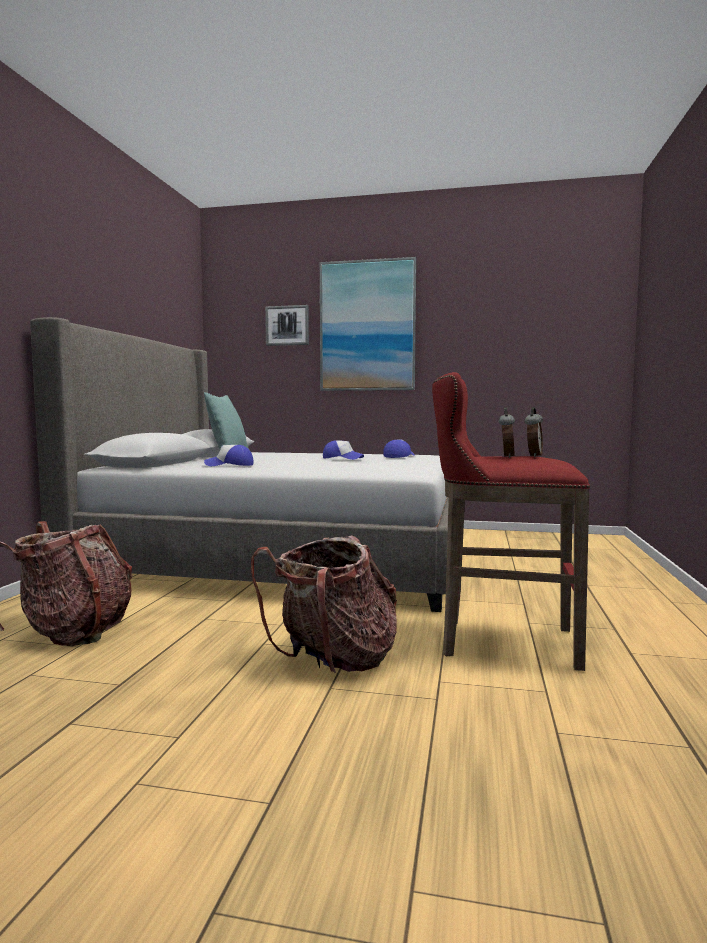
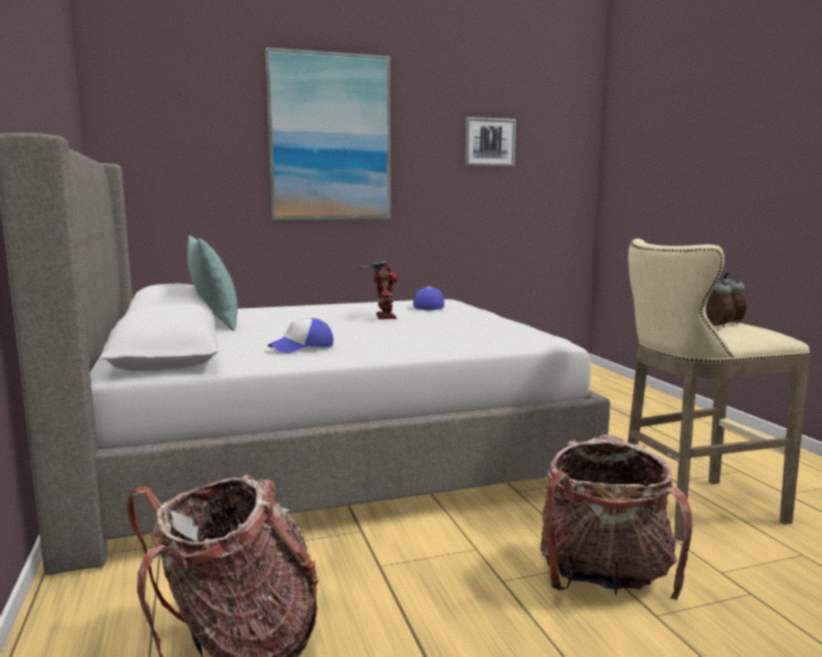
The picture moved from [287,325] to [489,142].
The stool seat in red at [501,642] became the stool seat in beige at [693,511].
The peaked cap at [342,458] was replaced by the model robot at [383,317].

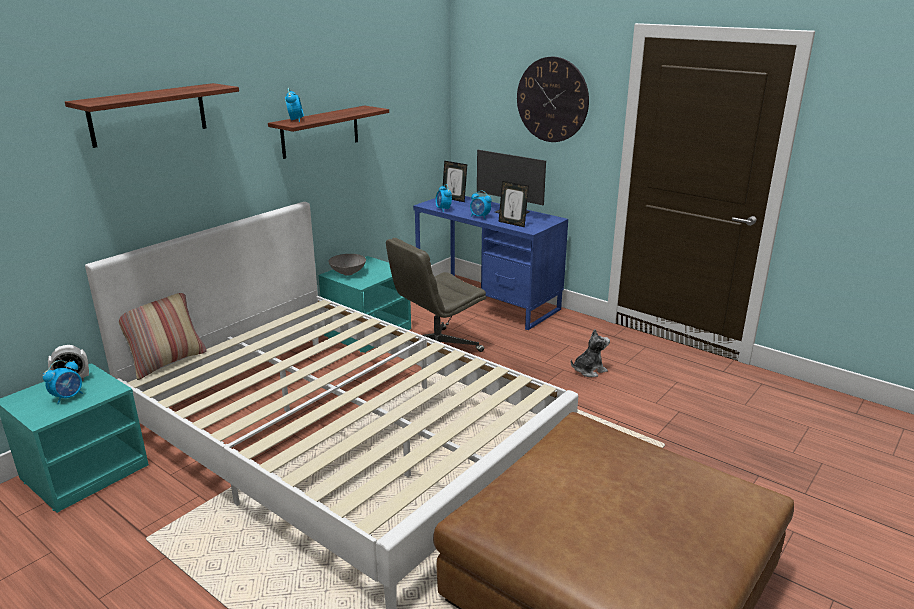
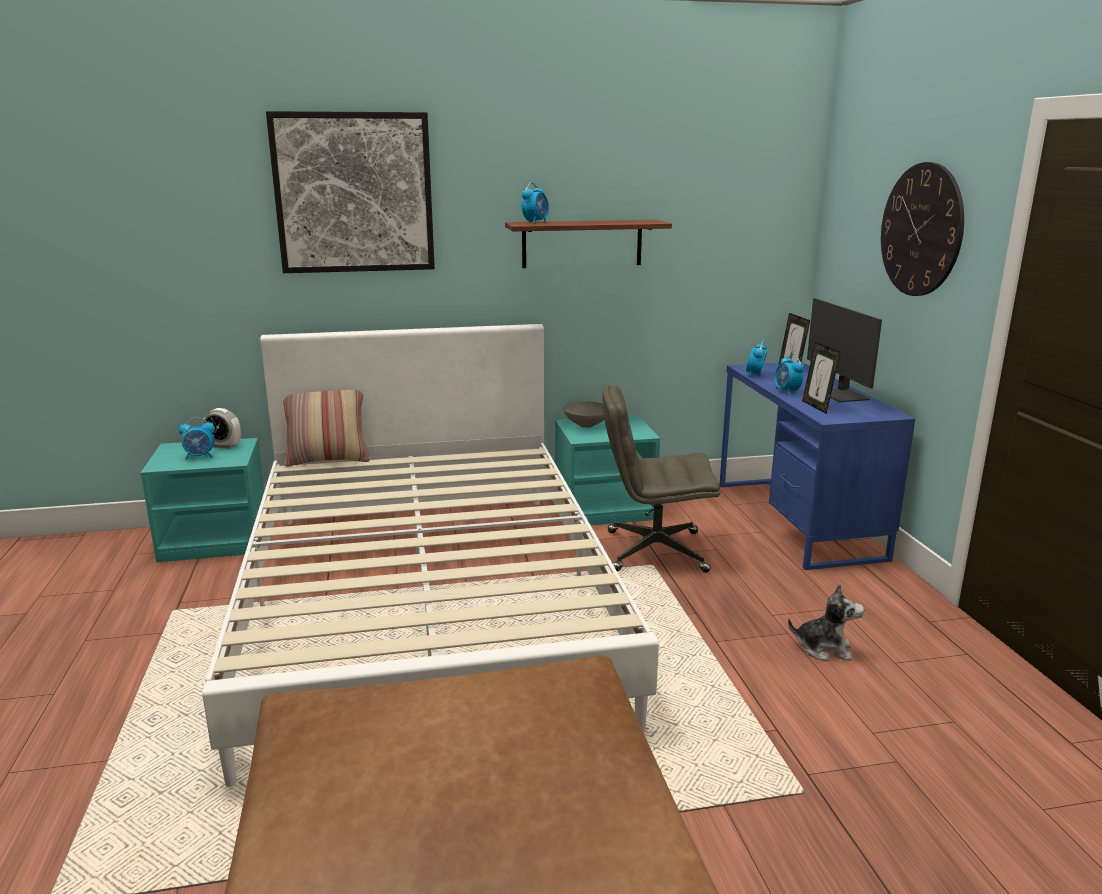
The bracket shelf at [148,114] was replaced by the picture at [354,193].

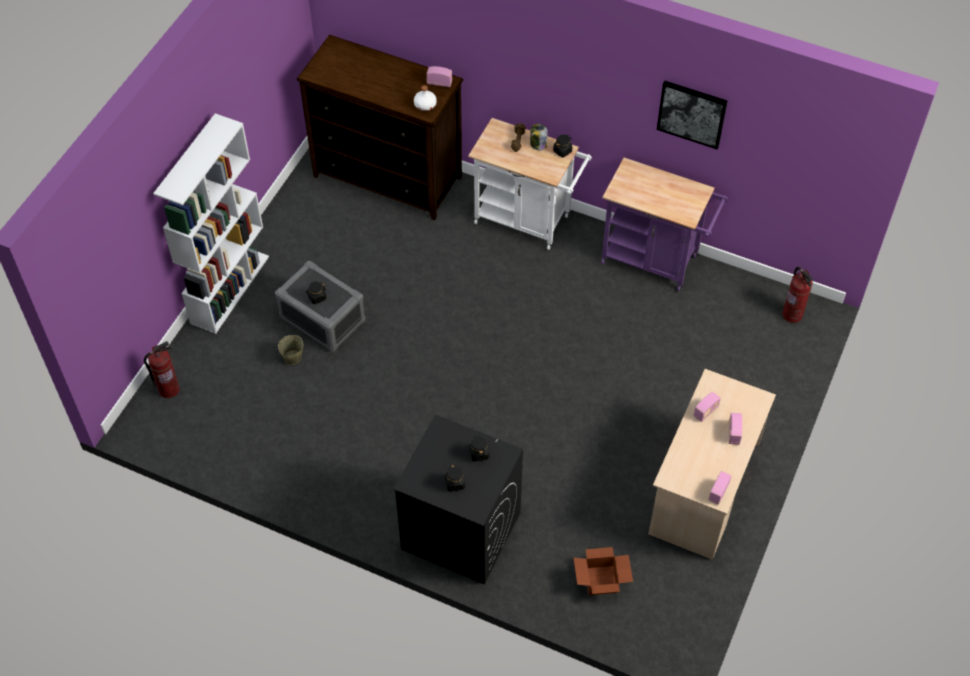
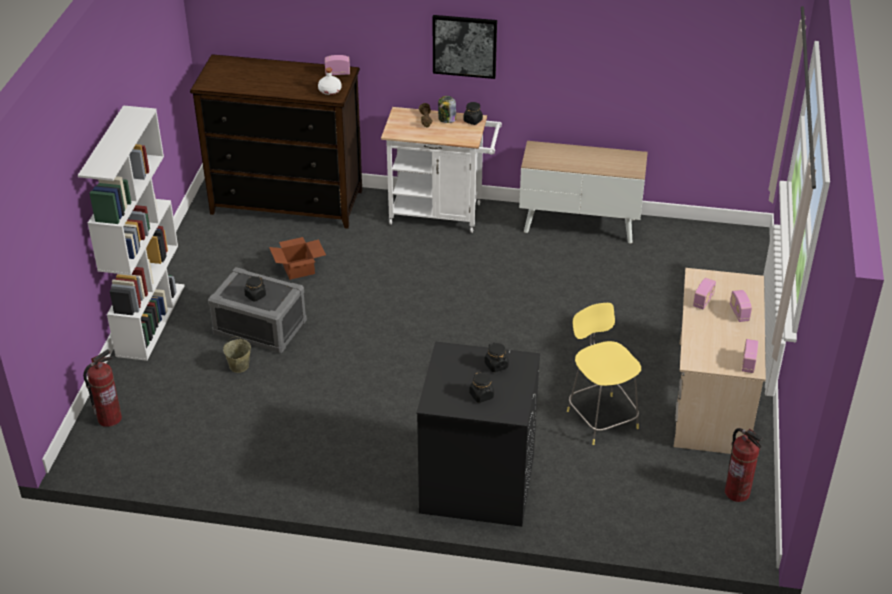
The picture moved from [692,113] to [464,46].
The trolley in purplish at [655,261] was replaced by the cabinet at [580,224].
The fire extinguisher moved from [792,315] to [737,493].
The cardboard box moved from [602,581] to [299,269].
The stool seat in yellowish at [601,418] appeared.

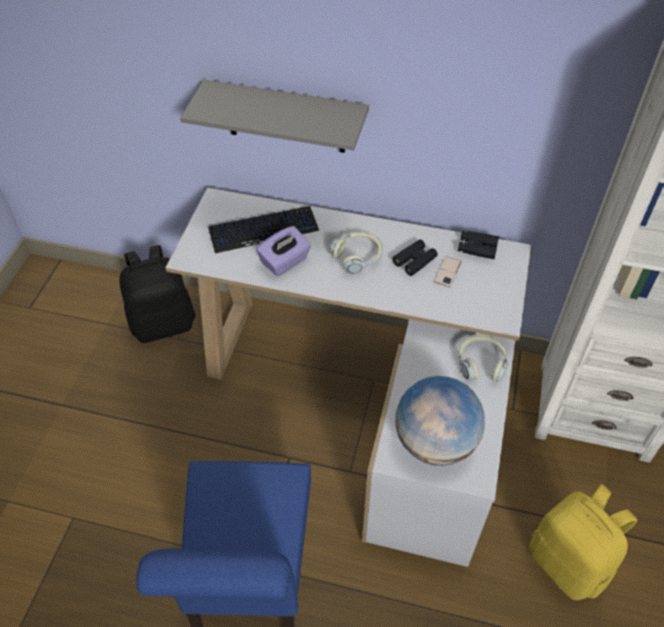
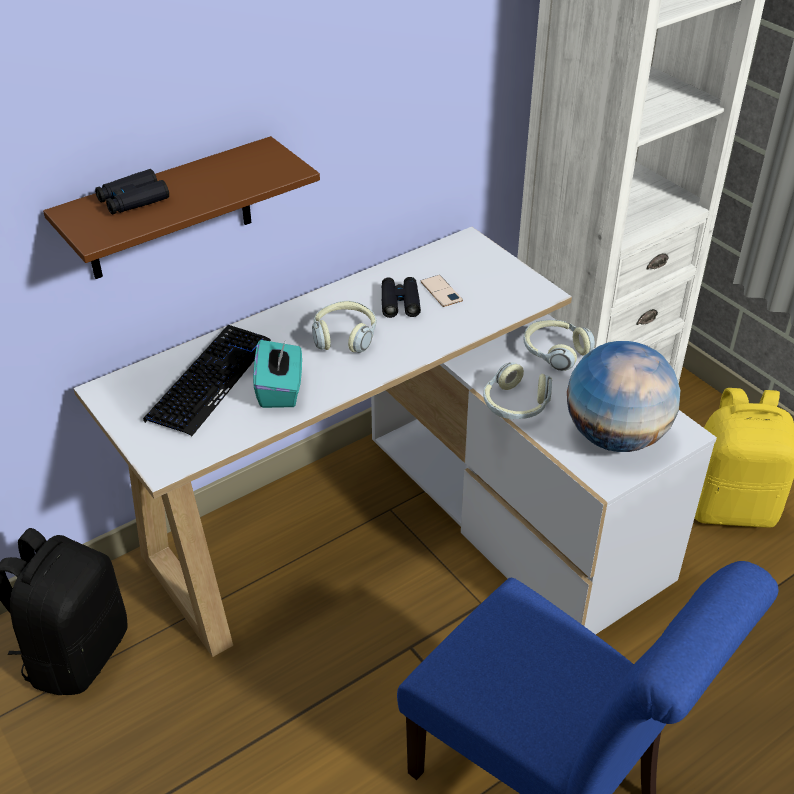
The bracket shelf in gray at [286,117] became the bracket shelf in brown-coloured at [169,210].
The tissue holder in purplish at [285,262] became the tissue holder in blue-green at [280,390].
The binoculars in blackish moved from [477,248] to [133,200].
The headphones at [515,405] appeared.

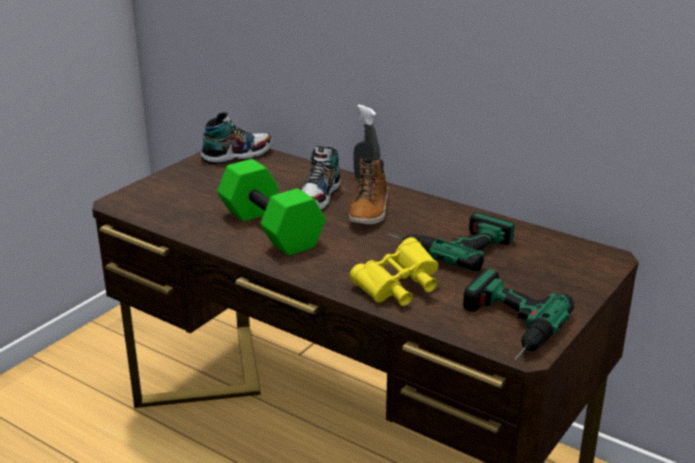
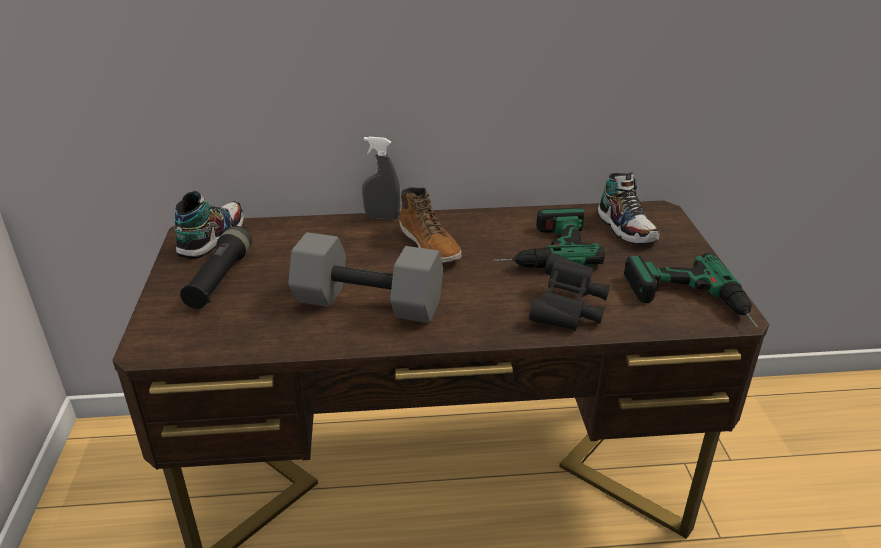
The shoe moved from [319,197] to [626,228].
The dumbbell in green at [273,228] became the dumbbell in gray at [370,302].
The binoculars in yellowish at [398,288] became the binoculars in blackish at [568,309].
The flashlight in blackish at [220,279] appeared.

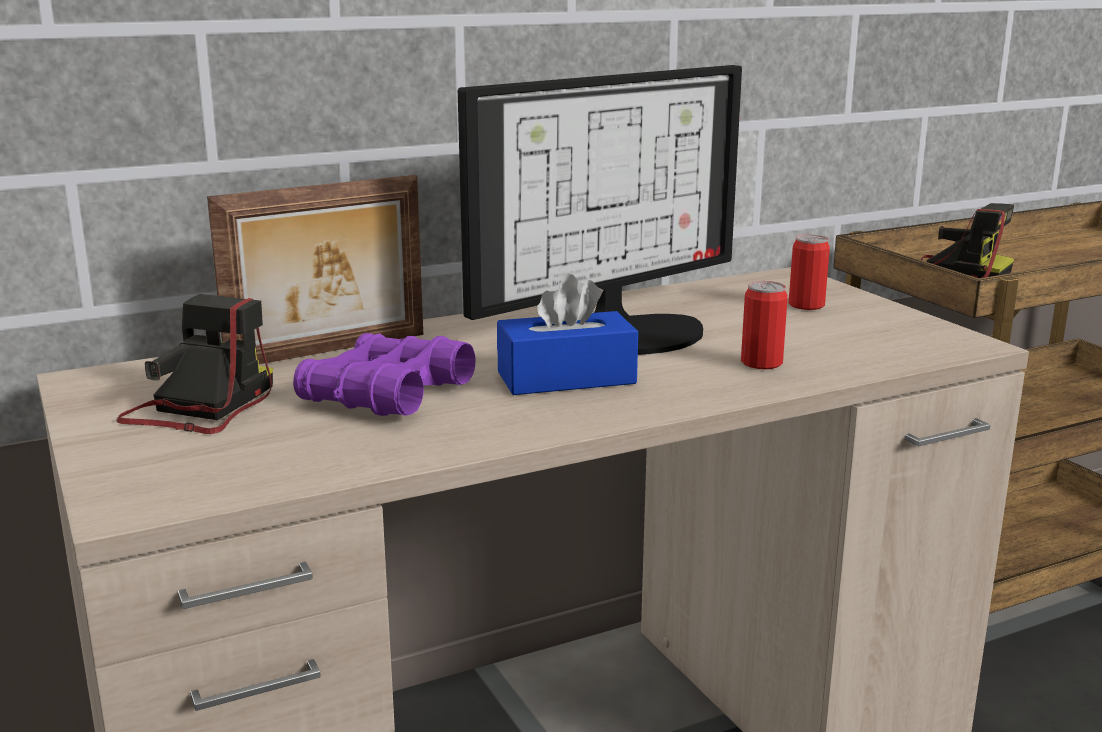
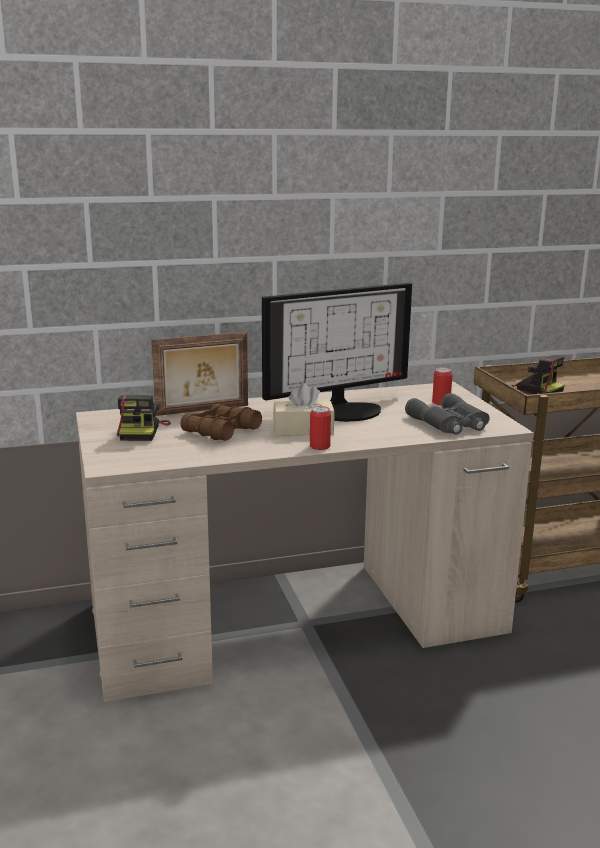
The tissue holder in bluish at [566,378] became the tissue holder in beige at [303,429].
The metal can moved from [761,363] to [319,446].
The photo camera at [202,407] turned 150 degrees clockwise.
The binoculars in purplish at [386,394] became the binoculars in brown-coloured at [221,431].
The binoculars in gray at [449,423] appeared.

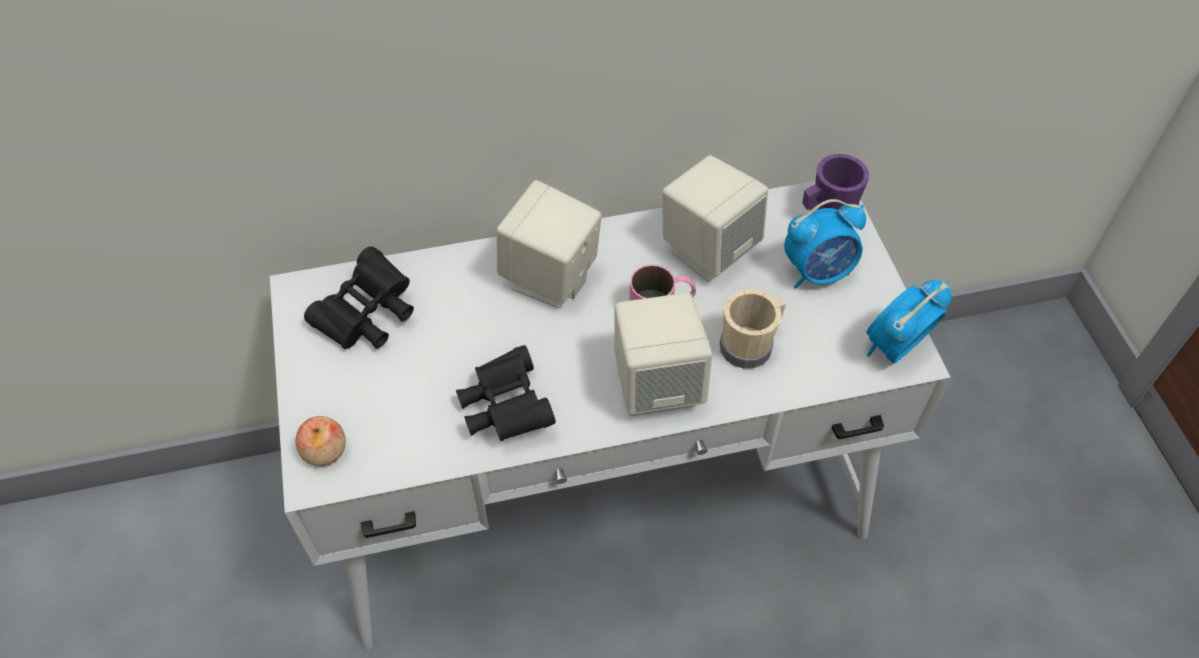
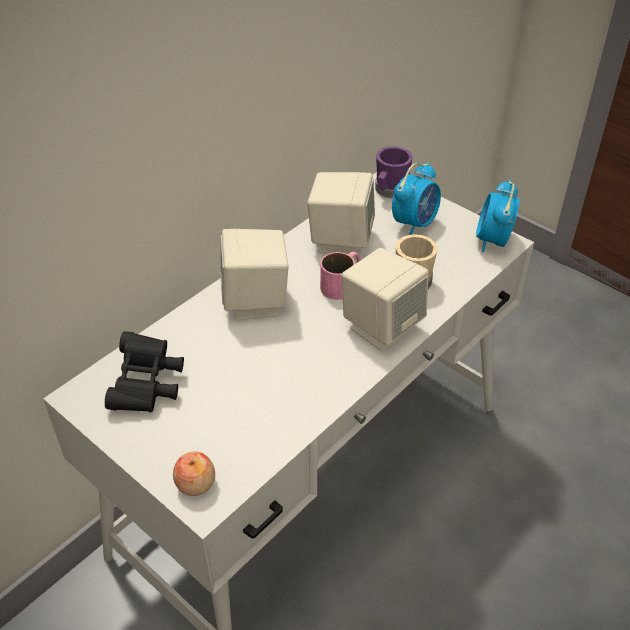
The binoculars in blackish at [505,407] disappeared.

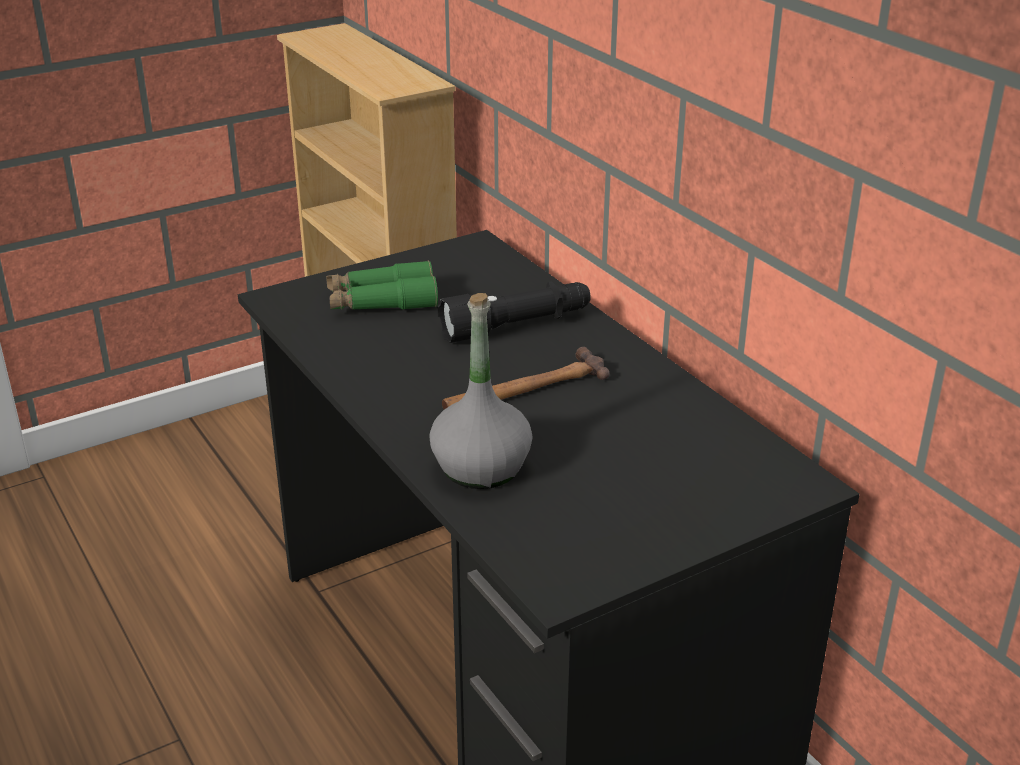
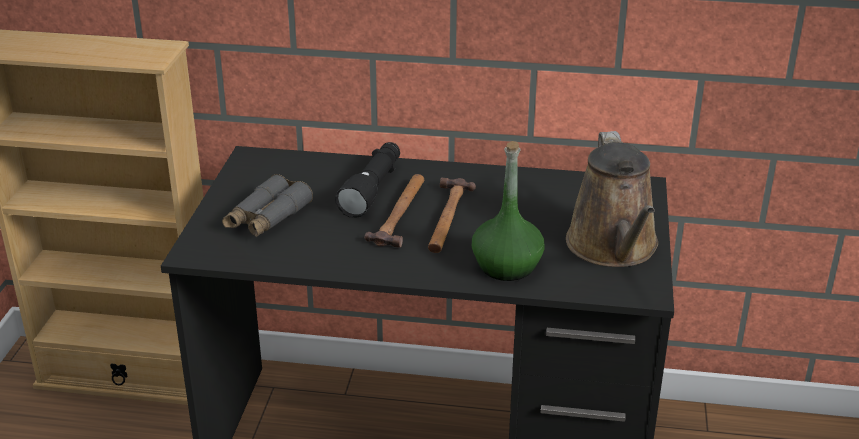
The binoculars in green at [382,301] became the binoculars in gray at [267,218].
The bottle in gray at [480,468] became the bottle in green at [507,266].
The sprinkling can in brown-coloured at [614,248] appeared.
The hammer at [401,213] appeared.

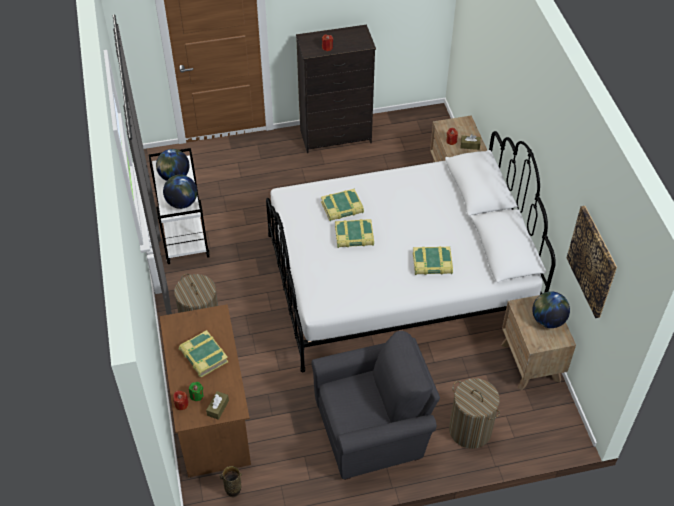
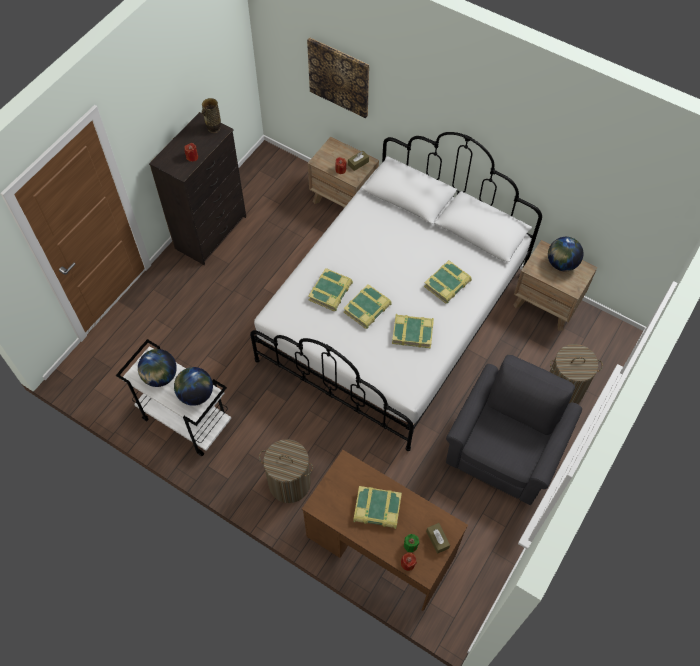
The picture moved from [592,261] to [339,77].
The flower vase moved from [233,491] to [214,128].
The book at [412,332] appeared.

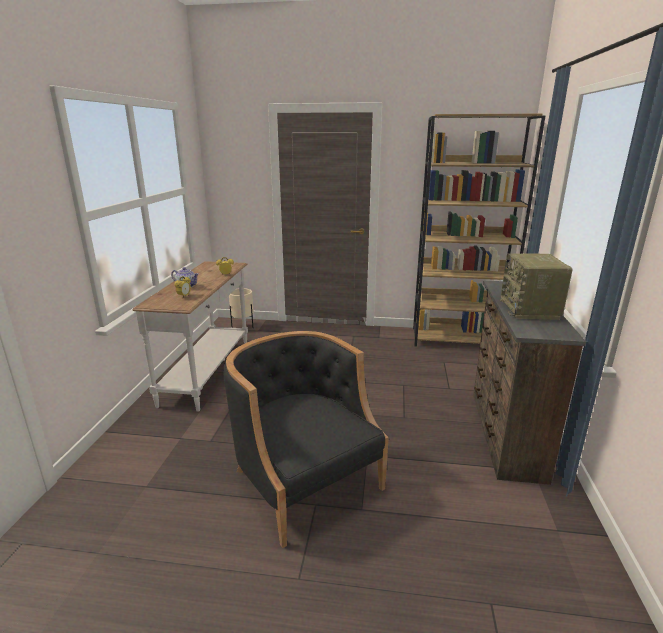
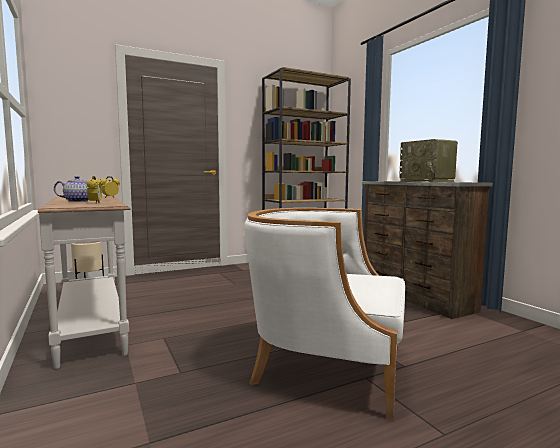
The lounge chair in blackish at [303,479] became the lounge chair in white at [326,366].

